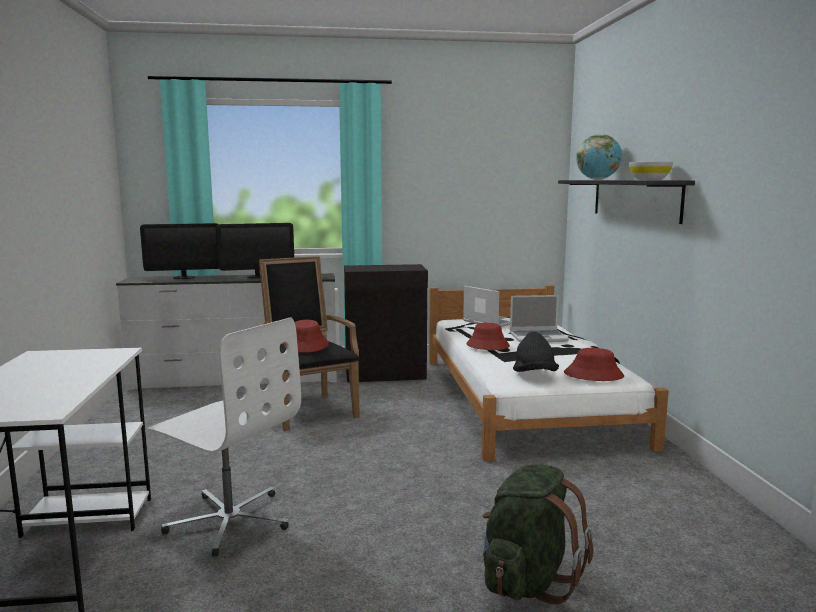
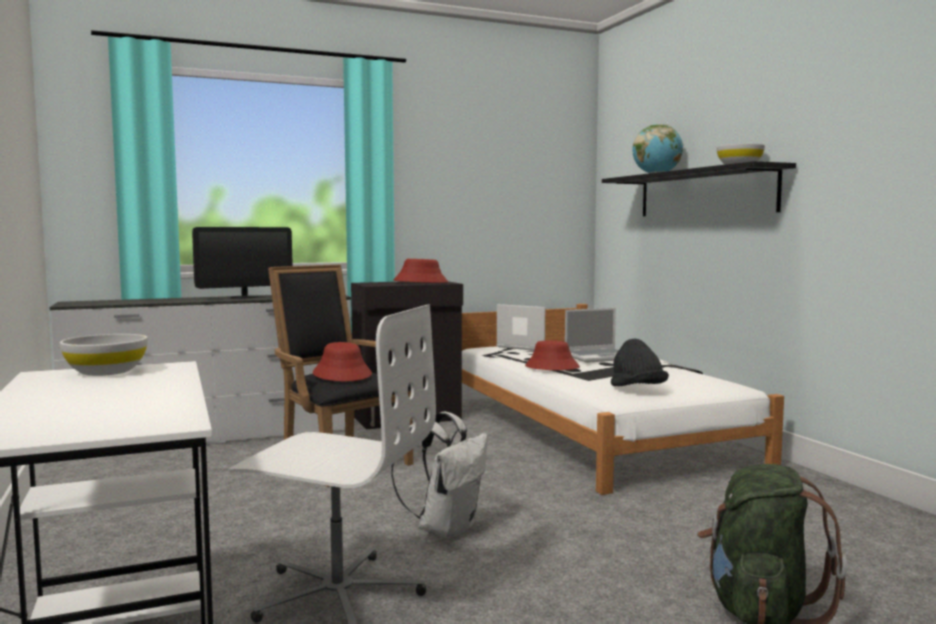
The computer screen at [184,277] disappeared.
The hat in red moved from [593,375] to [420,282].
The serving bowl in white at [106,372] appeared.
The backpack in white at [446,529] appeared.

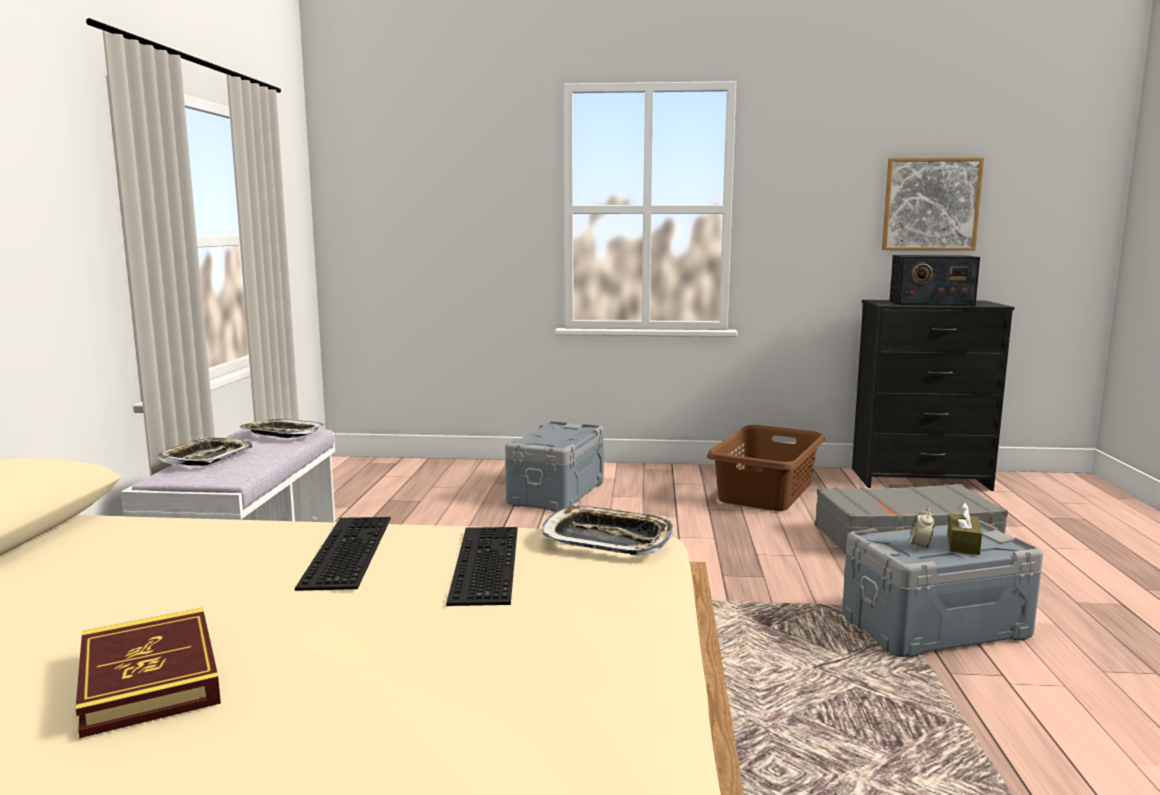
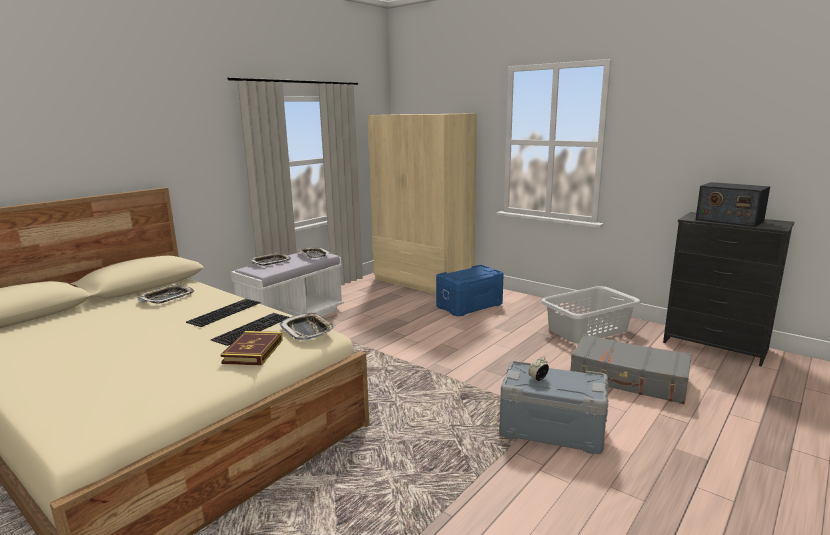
The picture at [930,204] disappeared.
The storage container in gray at [557,493] became the storage container in bluish at [469,305].
The hamper in brown-coloured at [767,492] became the hamper in gray at [588,330].
The tissue holder in brown-coloured at [963,544] disappeared.
The book moved from [149,678] to [253,351].
The clothes cupboard in beige at [423,282] appeared.
The serving tray at [167,297] appeared.

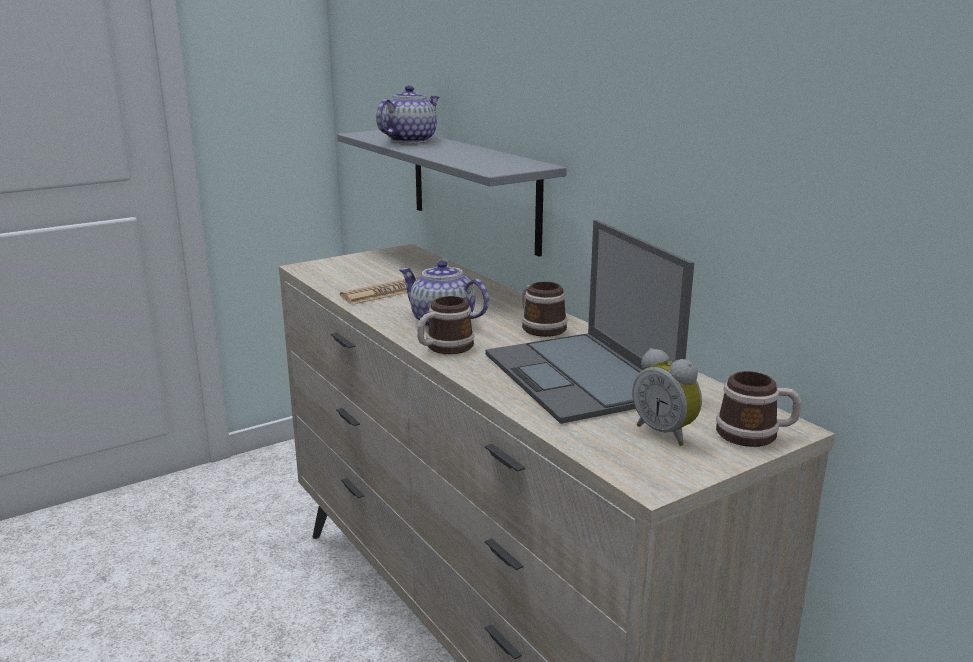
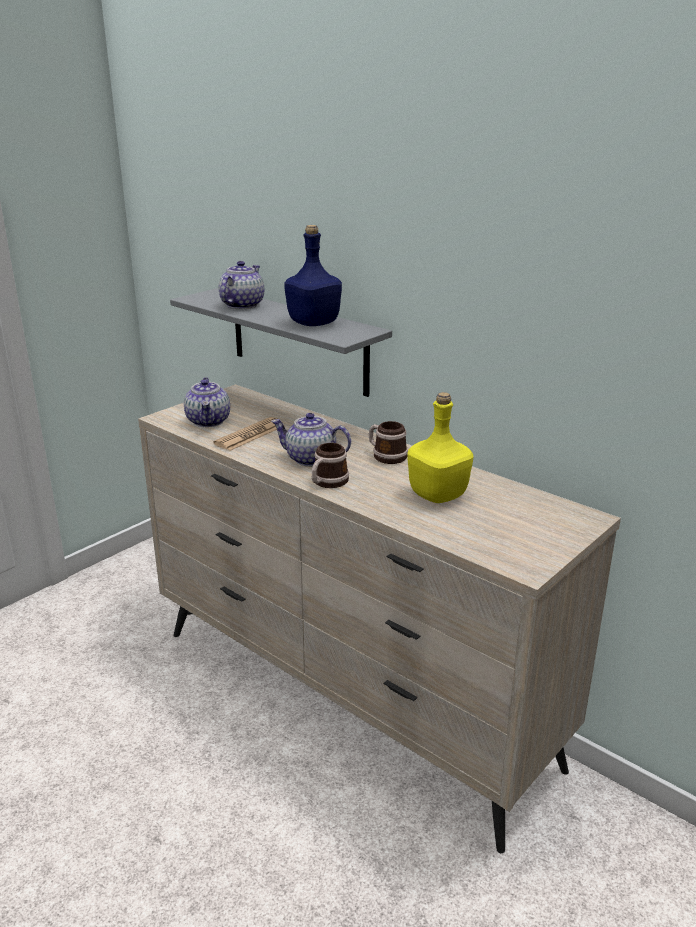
The laptop at [580,377] was replaced by the bottle in yellowish at [439,495].
The alarm clock at [666,433] disappeared.
The mug at [755,434] disappeared.
The bottle in bluish at [313,323] appeared.
The tea pot at [209,421] appeared.

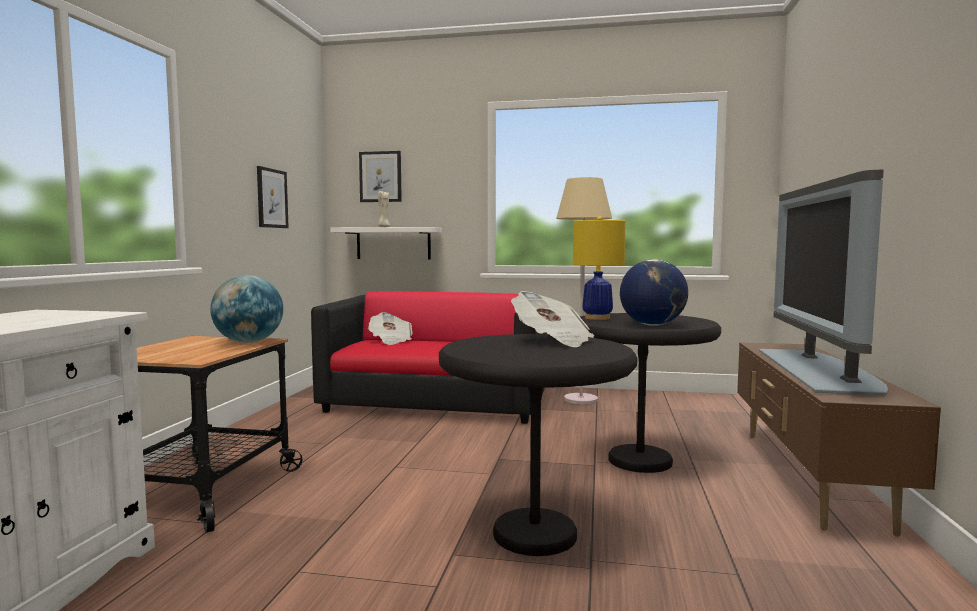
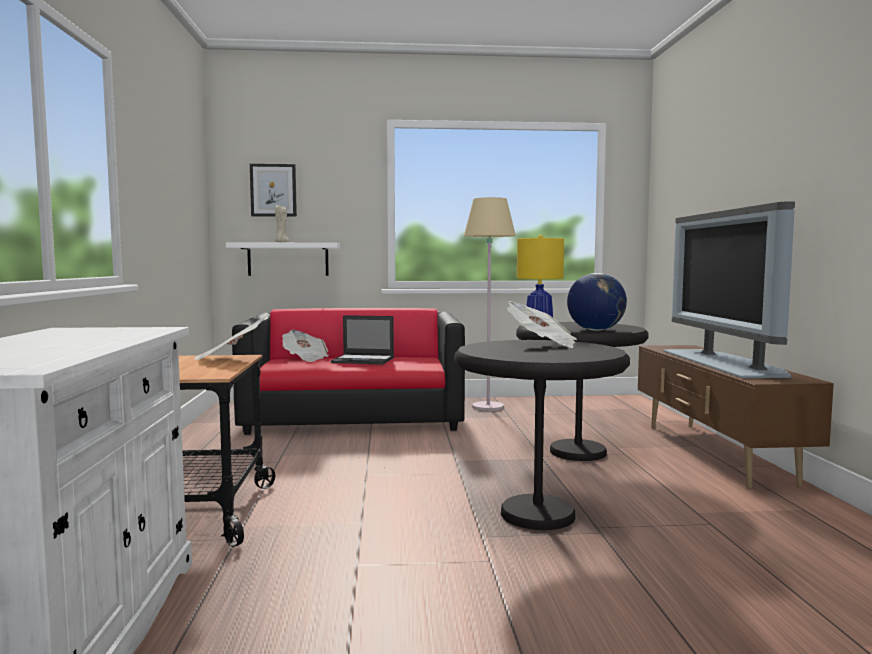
The picture at [272,198] disappeared.
The desk globe at [248,342] was replaced by the daily paper at [230,359].
The laptop at [364,360] appeared.

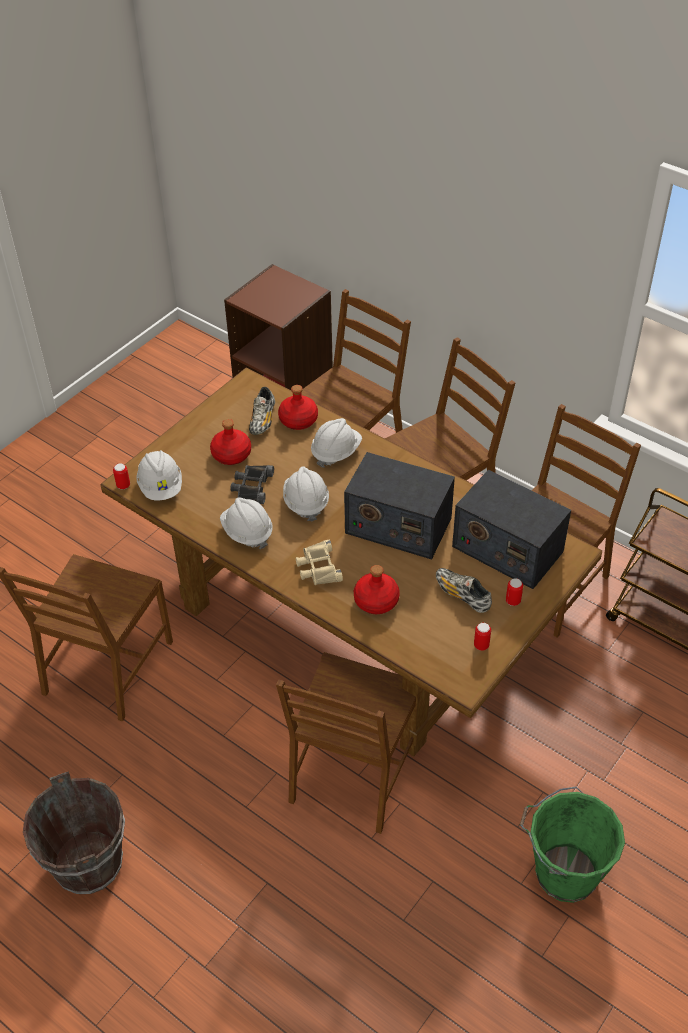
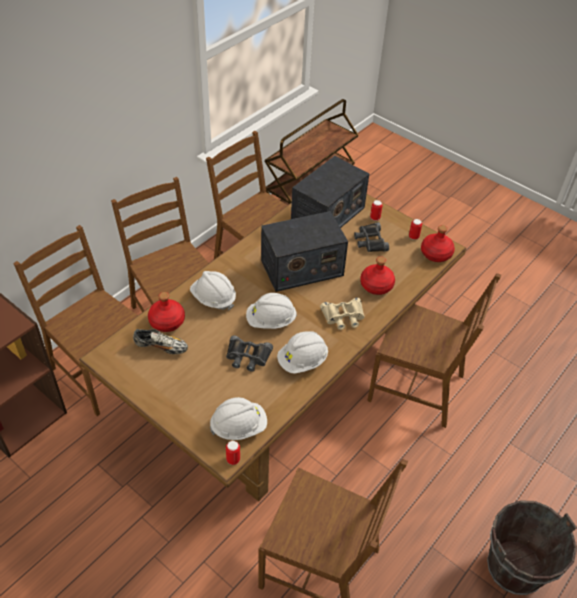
The bottle in red moved from [232,454] to [436,253].
The radio set at [397,525] turned 45 degrees clockwise.
The shoe at [462,595] was replaced by the binoculars in blackish at [370,241].
The pail in green at [563,872] disappeared.

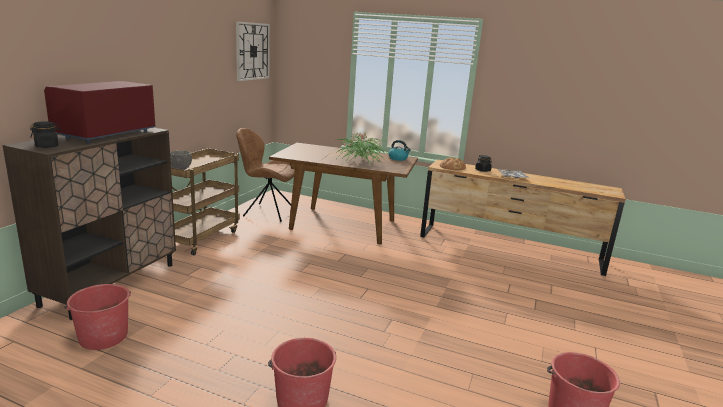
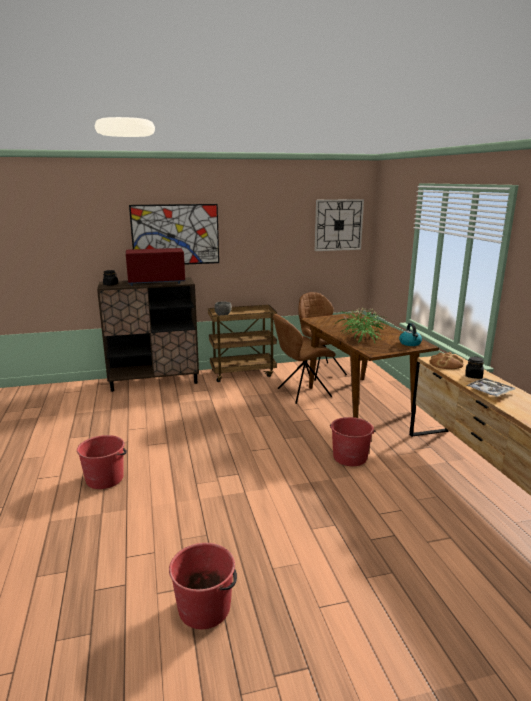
The pail in red moved from [103,336] to [350,457].
The picture at [175,235] appeared.
The chair in brown-coloured at [302,393] appeared.

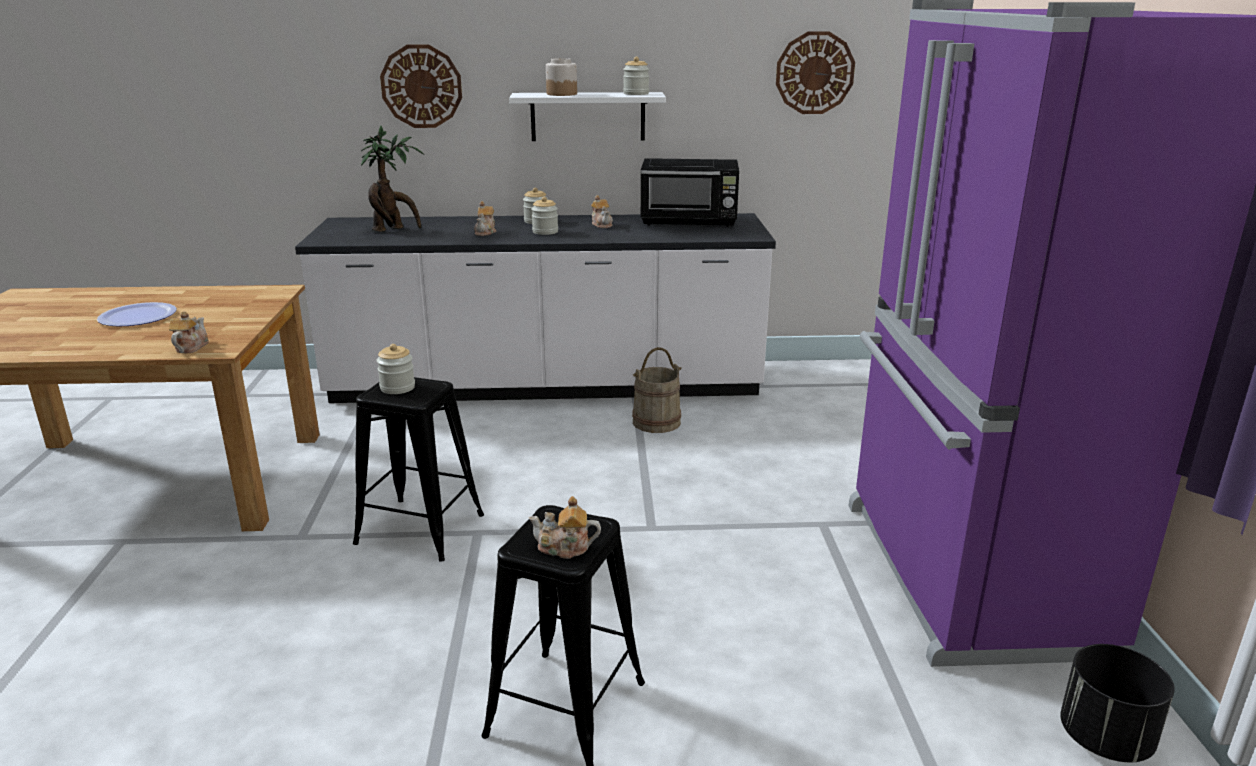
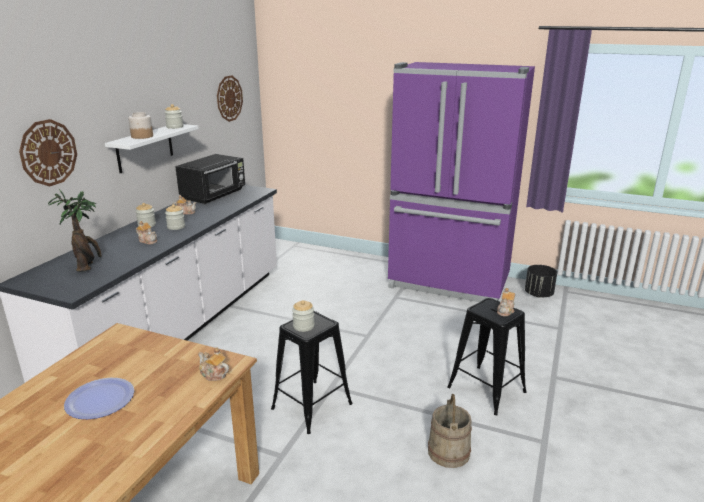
The pail in beige moved from [656,422] to [449,452].

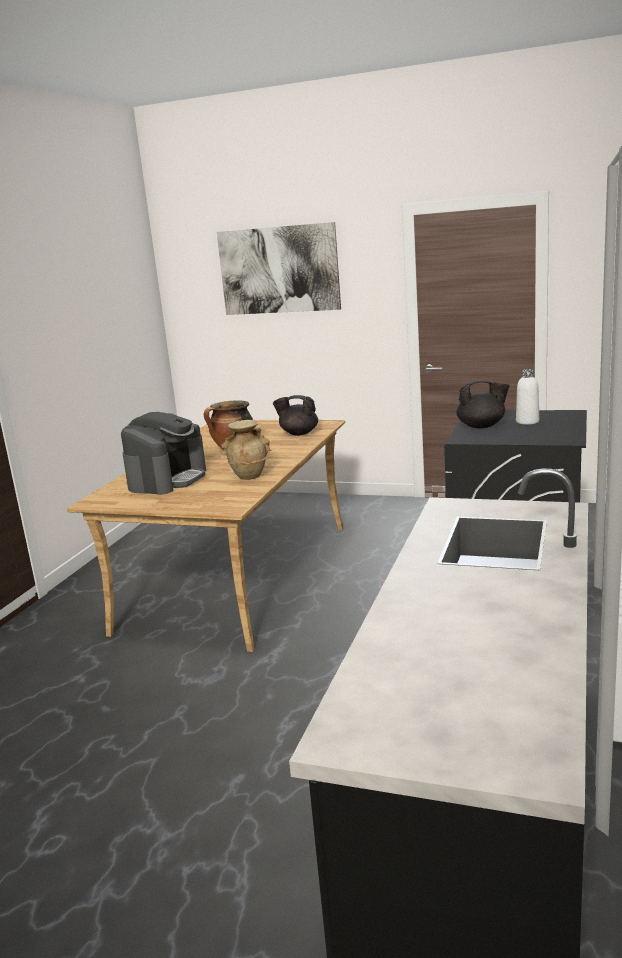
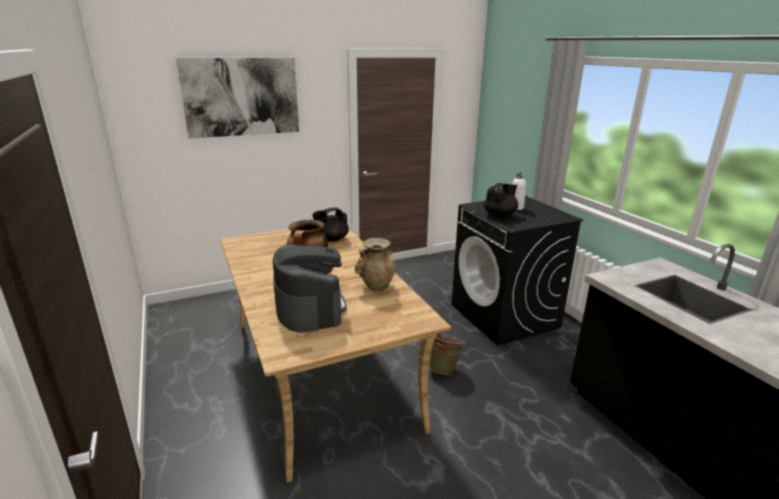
The pail in green at [444,369] appeared.

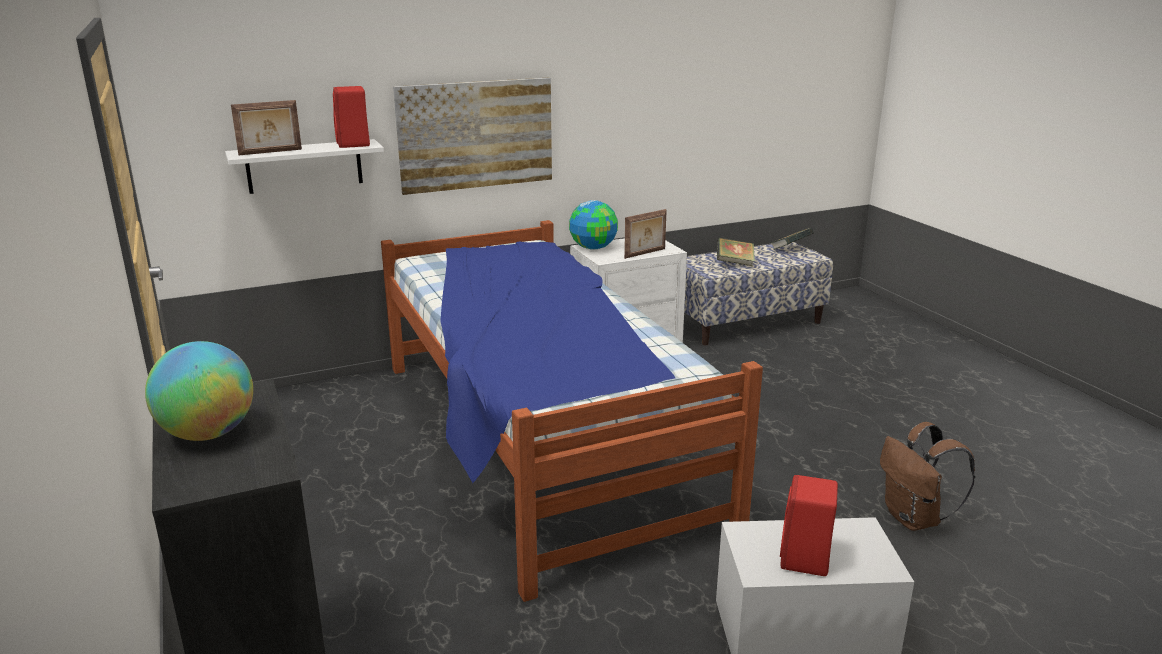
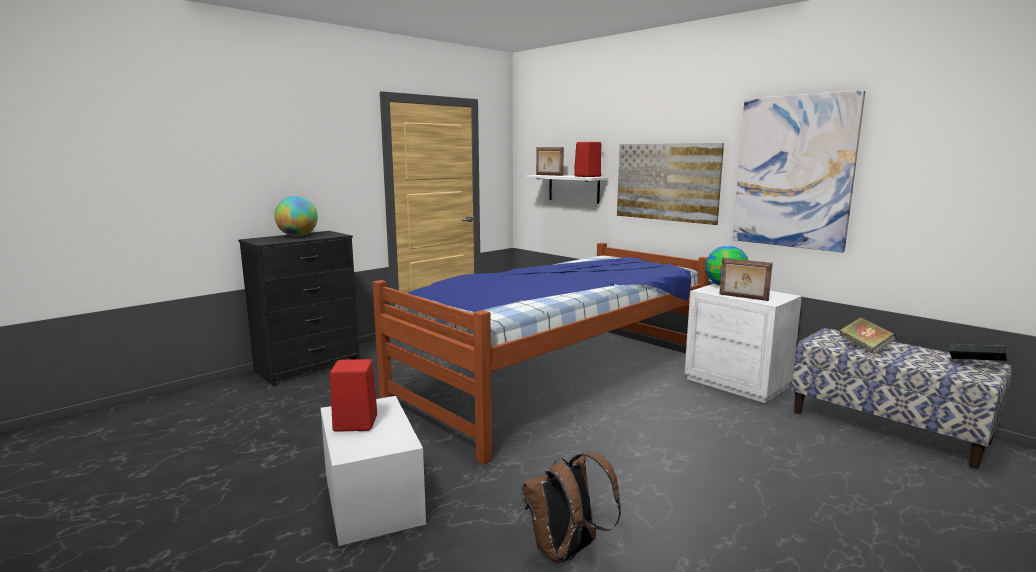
The picture at [793,172] appeared.

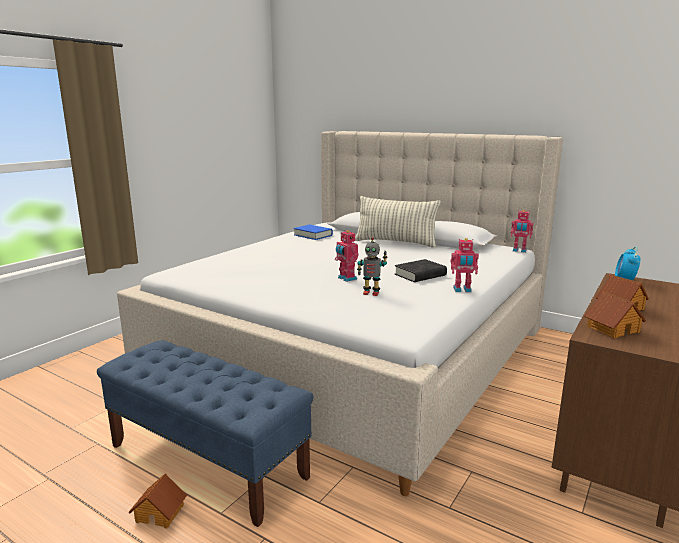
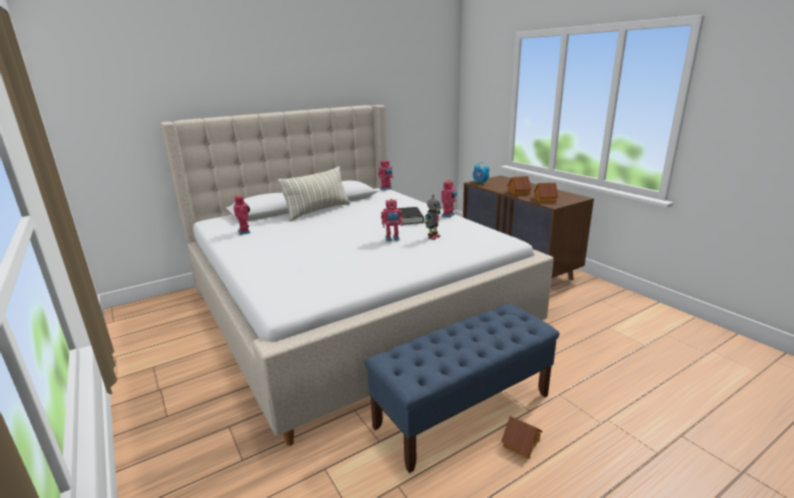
The book in bluish at [313,235] was replaced by the model robot at [245,232].

